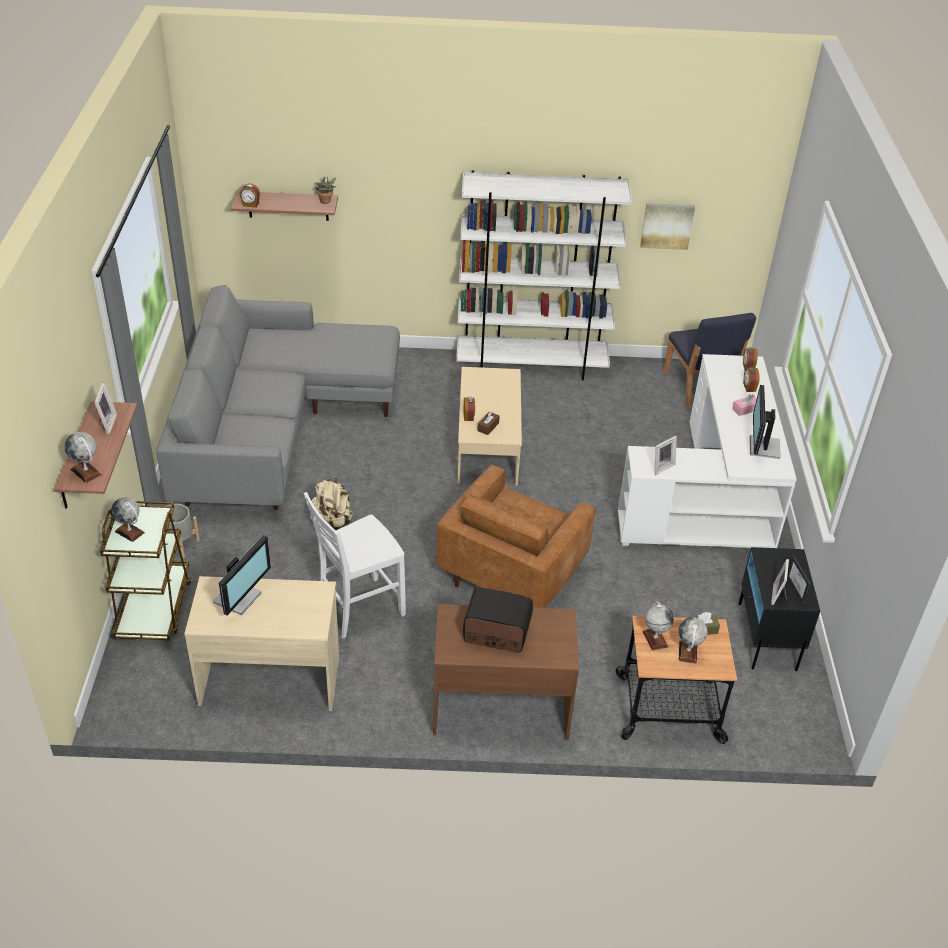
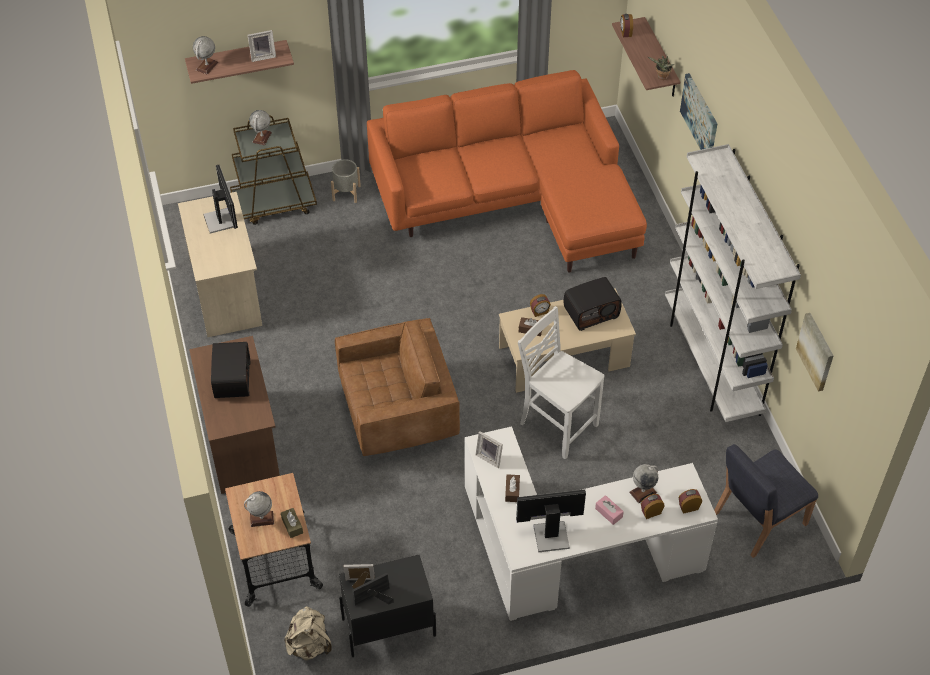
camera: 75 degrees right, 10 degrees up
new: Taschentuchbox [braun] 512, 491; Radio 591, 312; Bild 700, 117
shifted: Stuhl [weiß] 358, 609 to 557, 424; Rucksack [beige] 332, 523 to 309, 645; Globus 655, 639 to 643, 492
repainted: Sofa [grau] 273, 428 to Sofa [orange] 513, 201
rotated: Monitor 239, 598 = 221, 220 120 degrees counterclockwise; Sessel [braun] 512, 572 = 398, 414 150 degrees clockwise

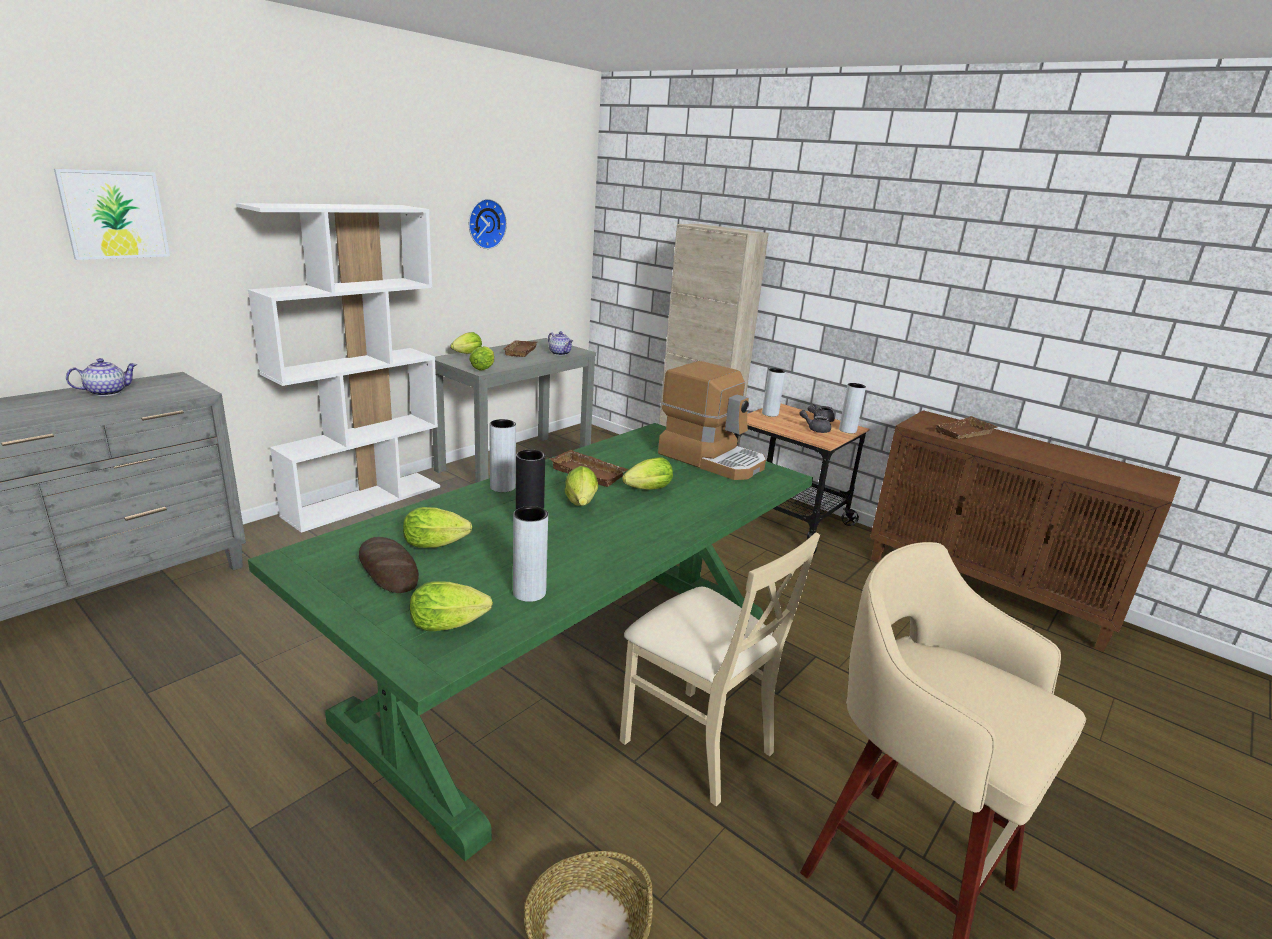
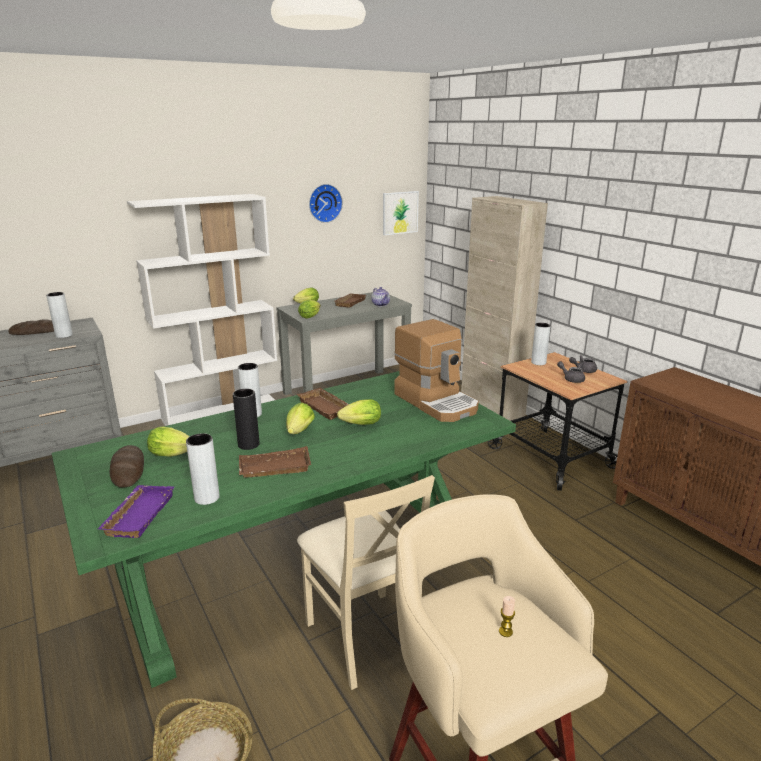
camera: 20 degrees right, 0 degrees up
new: Kerze 505, 631
shifted: Bild 114, 214 to 400, 212; Vase [grau] 847, 430 to 64, 335; Tablett [braun] 965, 433 to 274, 469
swapped: Teekanne 107, 392 to Brot 37, 331; Salatkopf 452, 625 to Tablett [lila] 138, 514

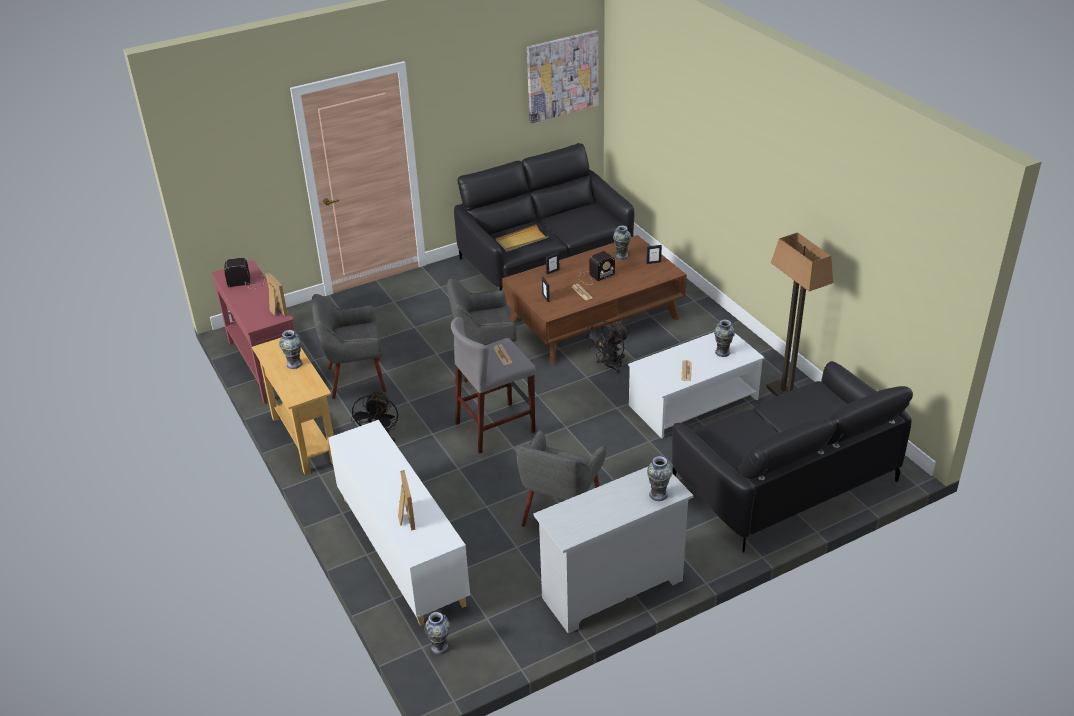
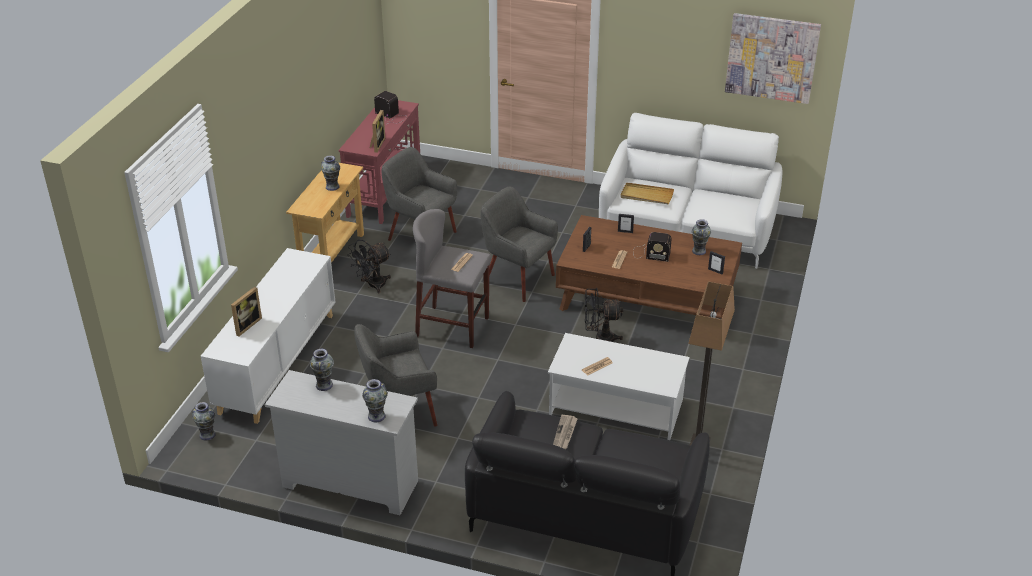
camera: 45 degrees right, 0 degrees up
new: Zeitung 565, 433
shifted: Vase 722, 352 to 324, 385
repainted: Sofa [schwarz] 545, 259 to Sofa [weiß] 687, 229

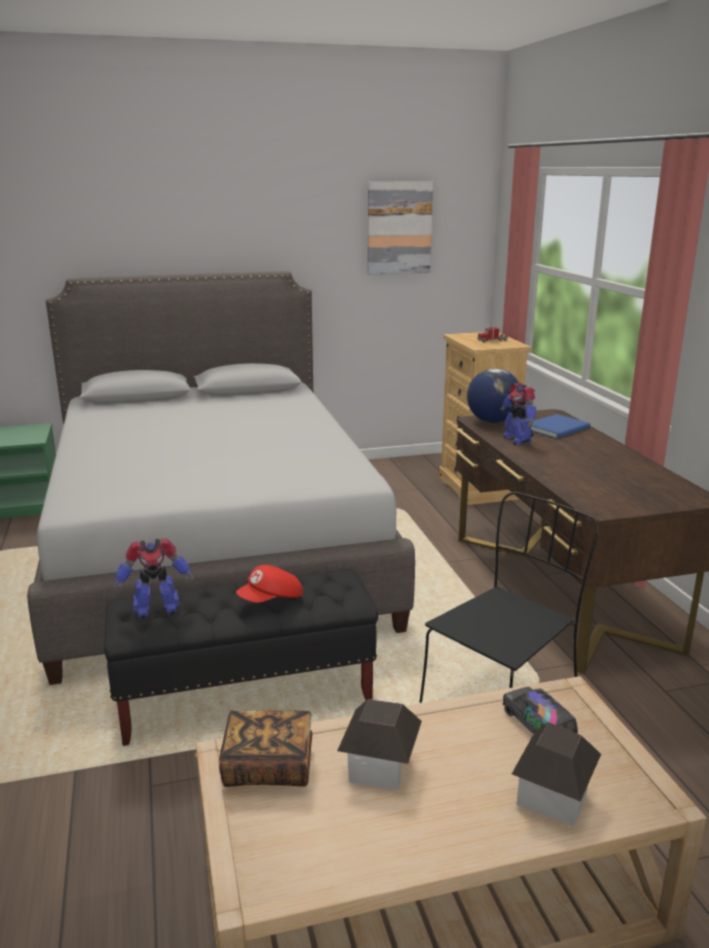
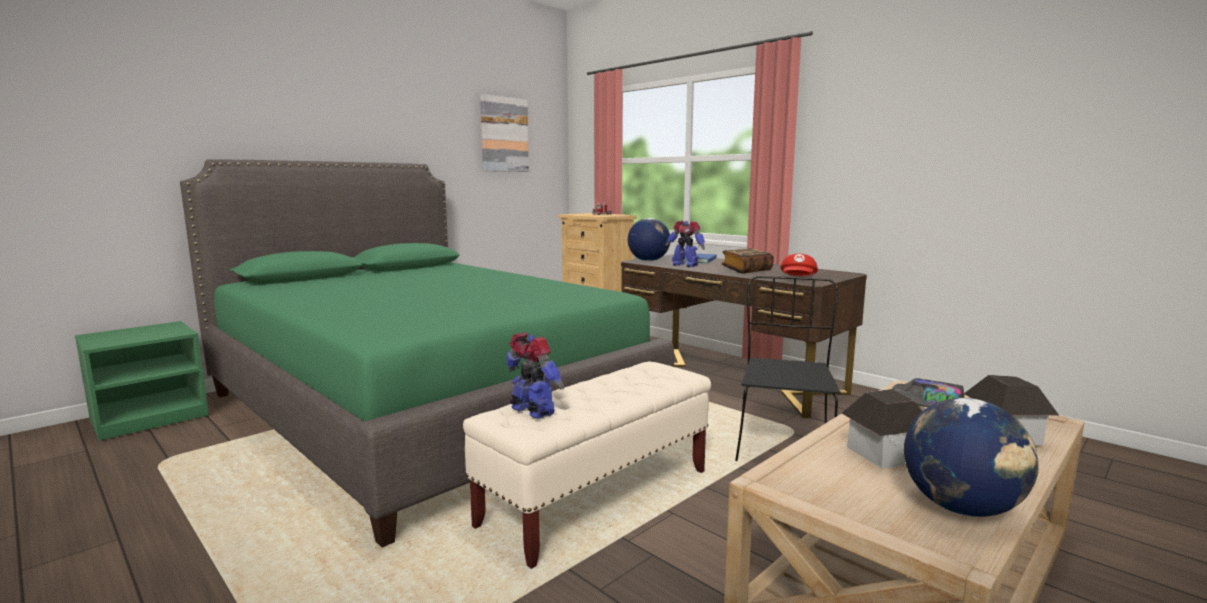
camera: 30 degrees left, 10 degrees down
new: Globus 962, 508
shifted: Buch 268, 766 to 746, 270; Kappe [rot] 271, 600 to 798, 279
repainted: Bett [grau] 213, 548 to Bett [grün] 426, 408; Bank [schwarz] 247, 697 to Bank [beige] 598, 497
rotated: Spielzeugroboter 156, 609 = 532, 412 90 degrees counterclockwise

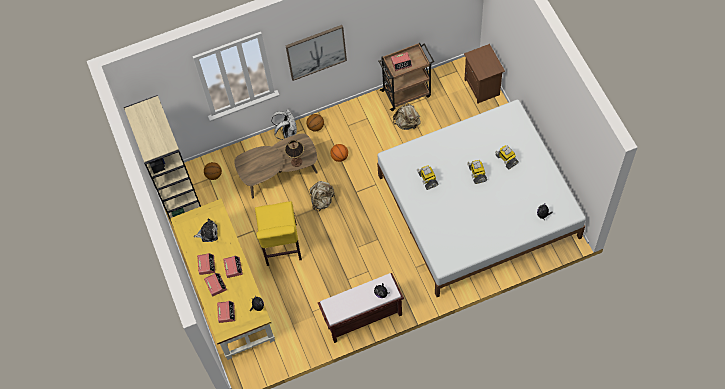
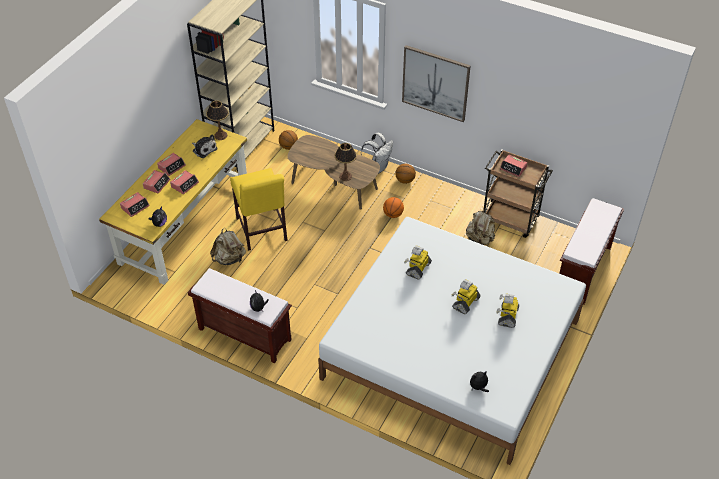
camera: 45 degrees right, 15 degrees down
new: Tischlampe 220, 135
shifted: Rucksack [beige] 322, 200 to 229, 259
swapped: Nachttisch [braun] 482, 87 to Bank [braun] 583, 270
rotated: Stuhl [gelb] 281, 247 = 262, 231 60 degrees counterclockwise

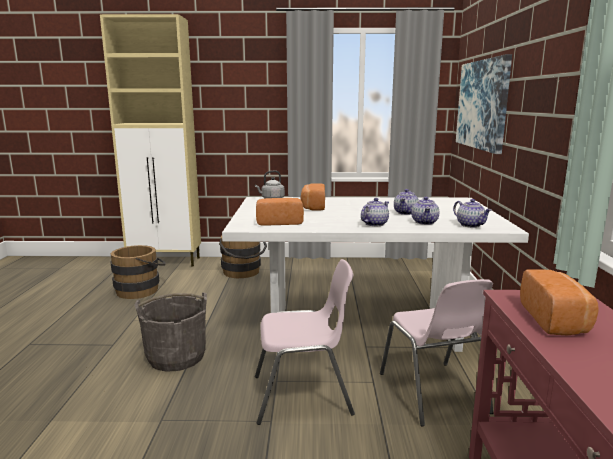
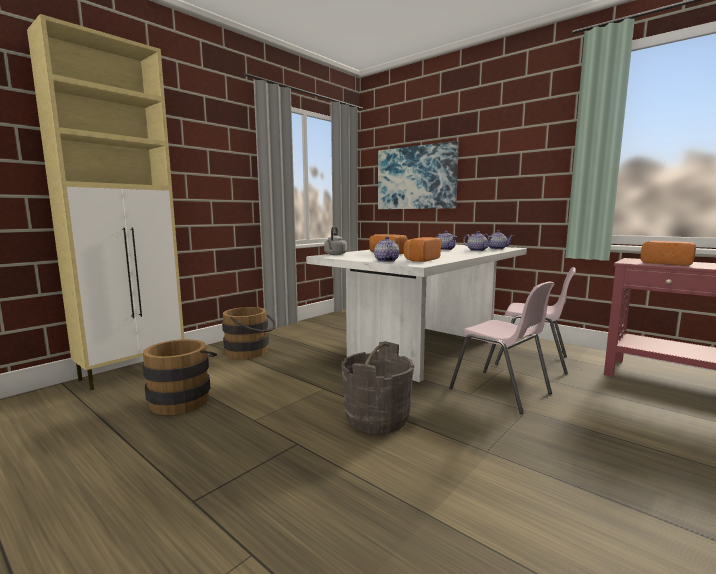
camera: 50 degrees left, 5 degrees down
shifted: Teekanne 374, 224 to 386, 261
rotated: Stuhl [rosa] 303, 396 = 501, 391 105 degrees clockwise

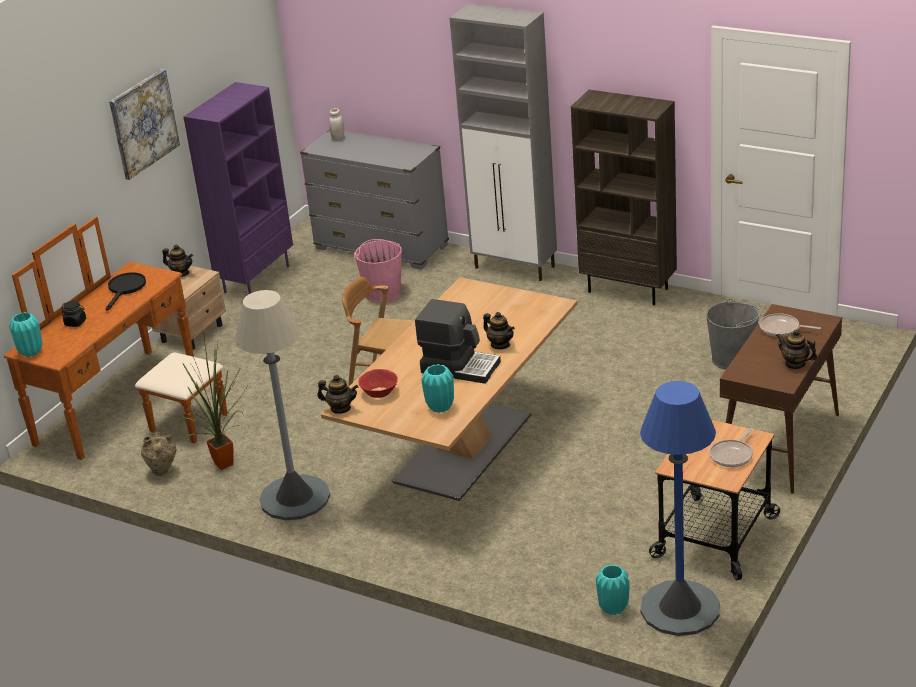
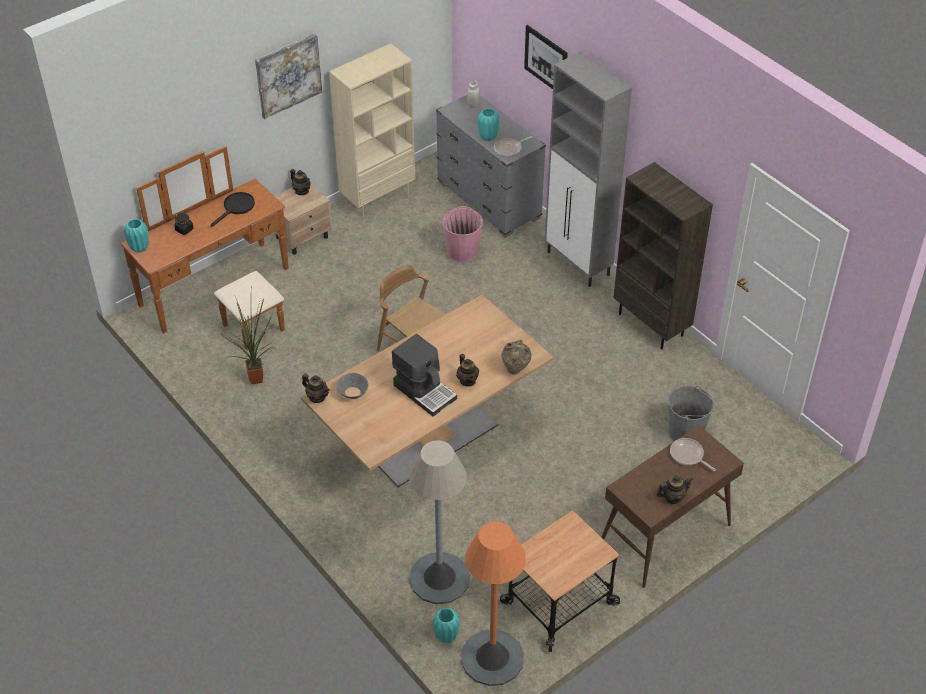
camera: 20 degrees right, 15 degrees up
new: Bild 546, 60
shifted: Vase [beige] 163, 472 to 515, 371; Stehlampe [grau] 295, 498 to 439, 578; Vase [türkis] 440, 407 to 488, 137; Pfanne 732, 455 to 509, 149
repainted: Bücherregal [lila] 256, 279 to Bücherregal [beige] 378, 198; Schüssel [rot] 379, 393 to Schüssel [grau] 353, 393; Stehlampe [blau] 680, 609 to Stehlampe [orange] 492, 658
rotated: Teekanne 795, 364 = 673, 497 105 degrees clockwise

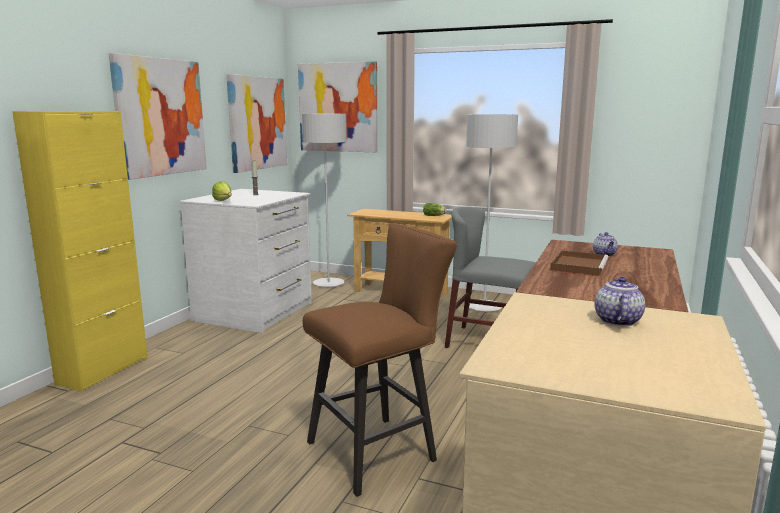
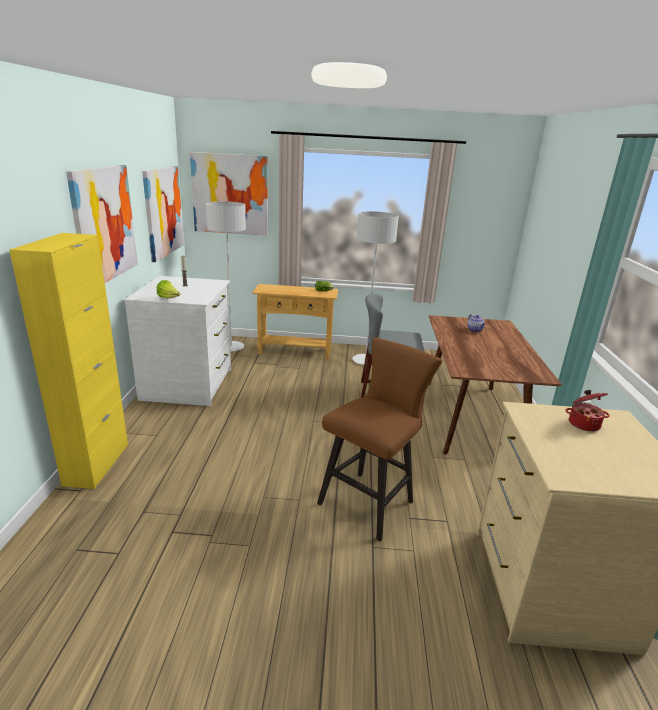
camera: 20 degrees left, 10 degrees up
gone: Tablett [braun] 578, 266
swapped: Teekanne 616, 320 to Kochtopf 583, 424

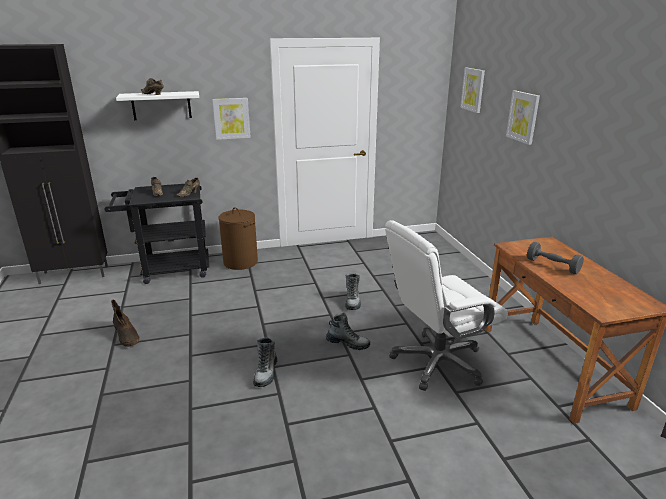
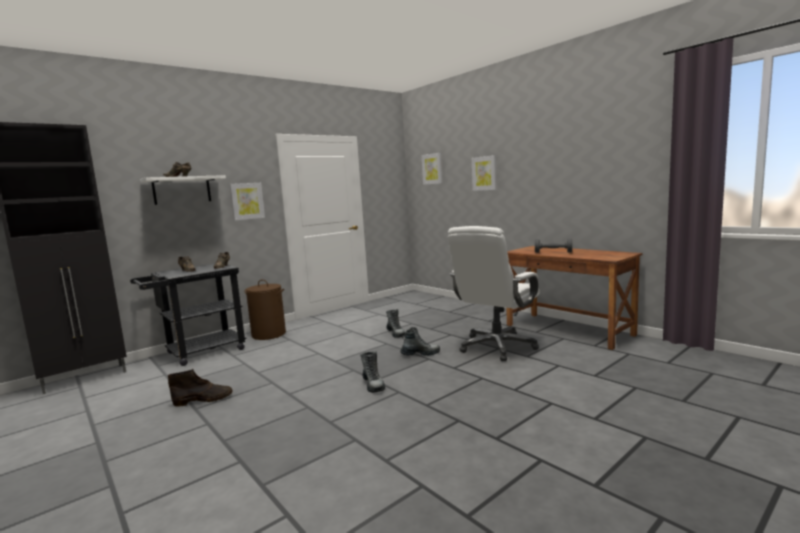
camera: 25 degrees left, 15 degrees down
rotated: Stiefel [braun] 127, 335 = 204, 399 45 degrees counterclockwise

